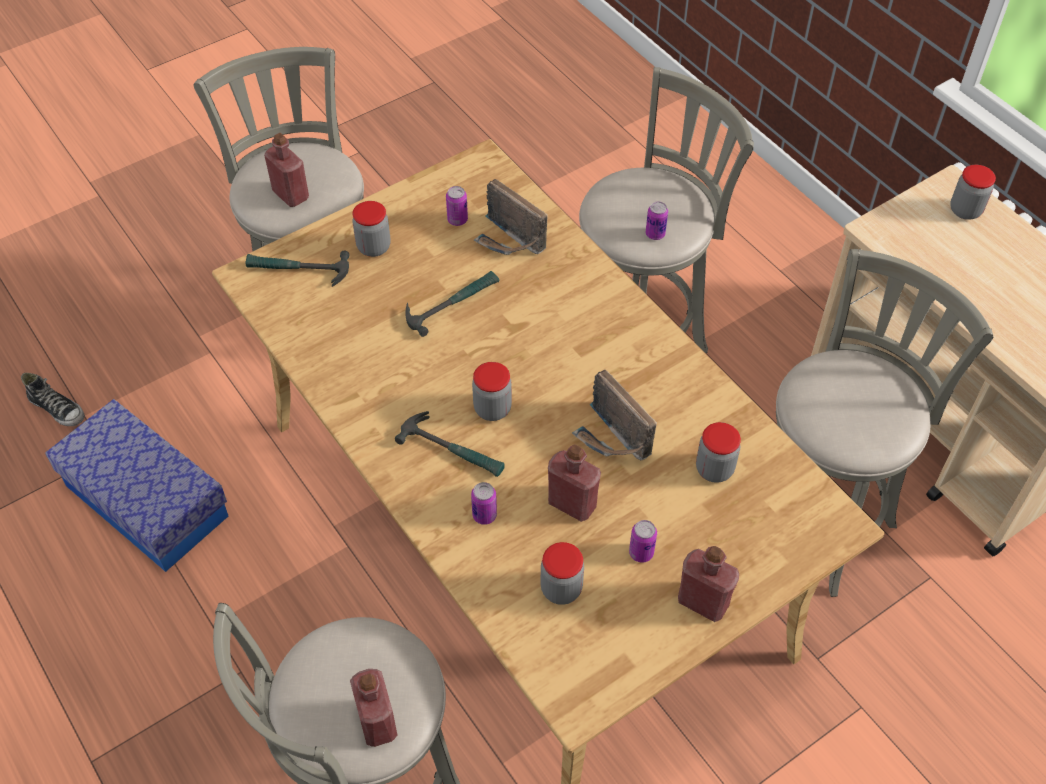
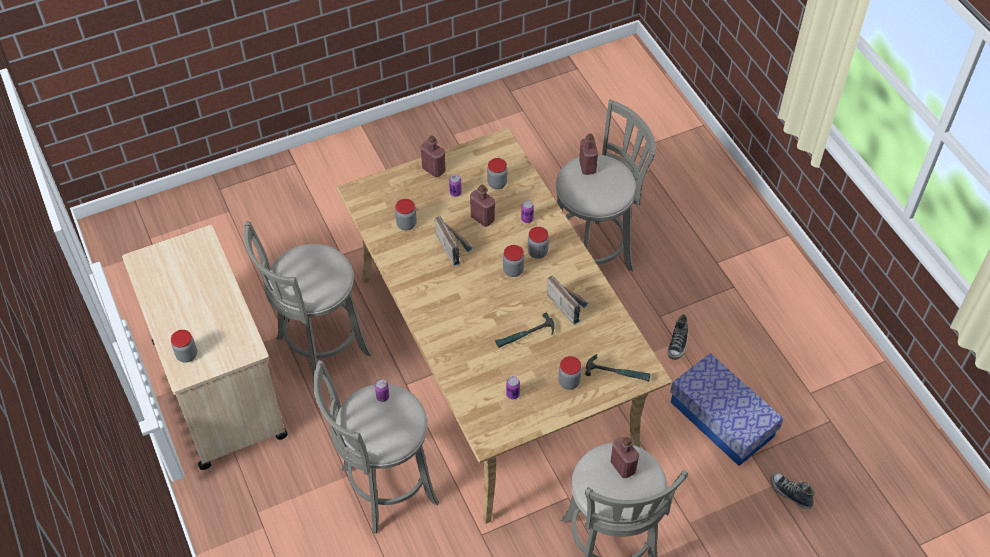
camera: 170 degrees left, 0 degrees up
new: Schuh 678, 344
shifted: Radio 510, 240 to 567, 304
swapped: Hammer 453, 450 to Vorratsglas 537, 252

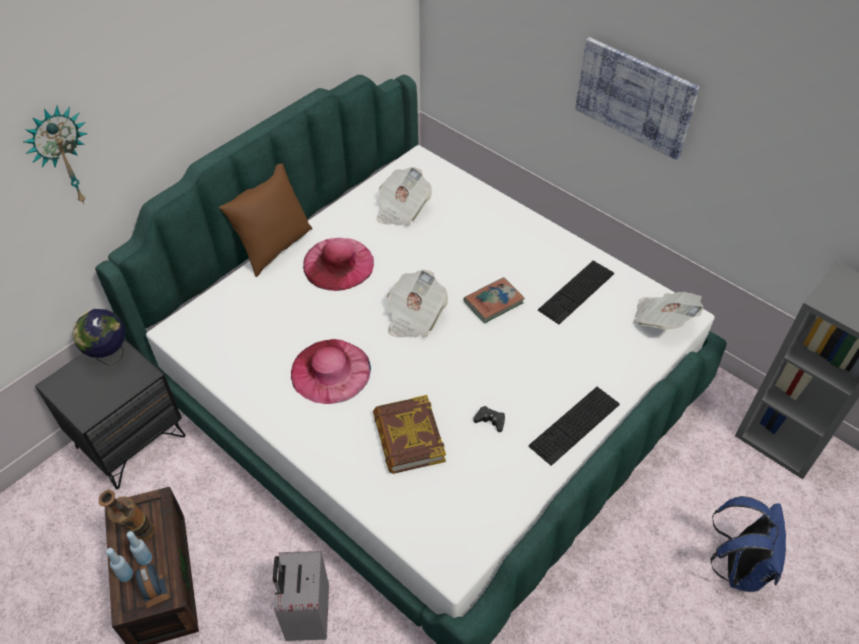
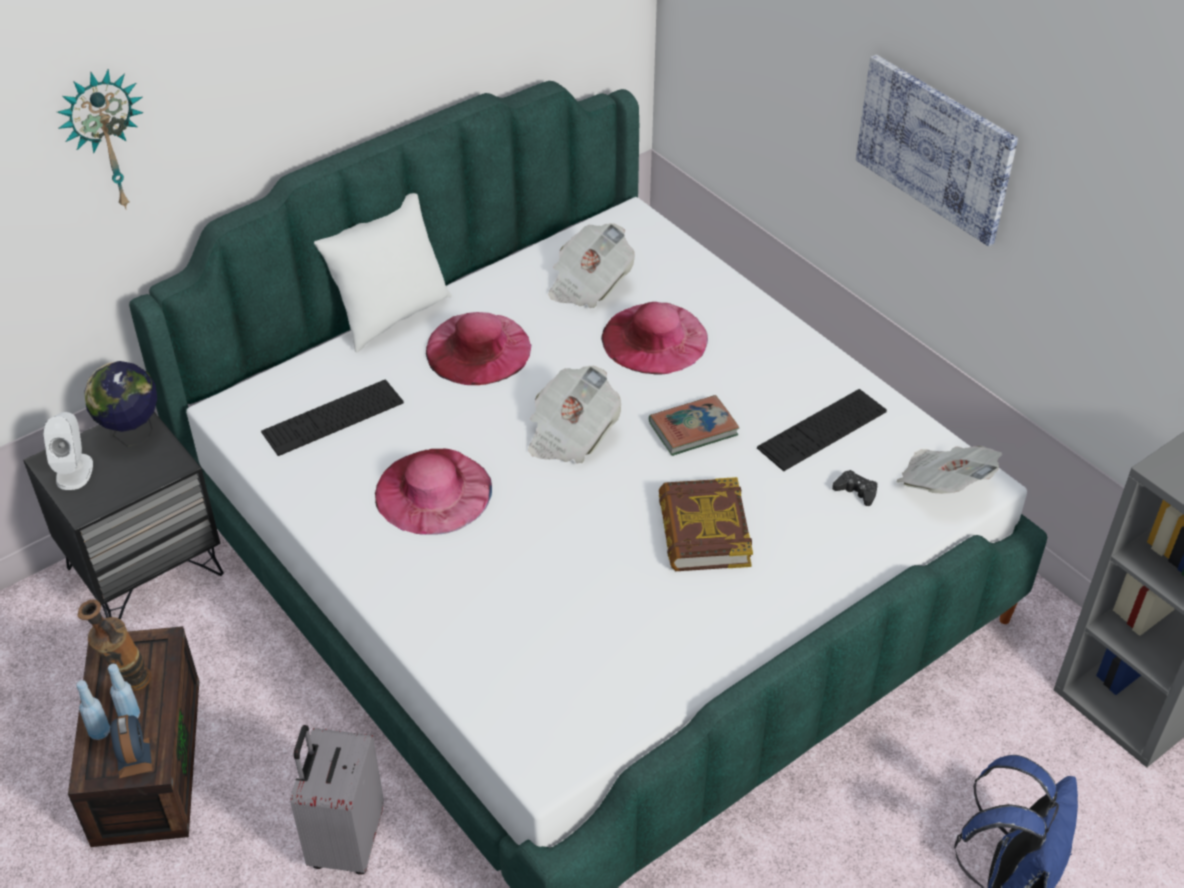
camera: 10 degrees right, 5 degrees down
new: Lautsprecher [weiß] 74, 471; Hut [rosa] 654, 338
shifted: Buch 408, 438 to 703, 531; Gamepad [schwarz] 490, 421 to 856, 491; Tastatur 574, 425 to 333, 417
repainted: Kissen [braun] 274, 247 to Kissen [weiß] 391, 316

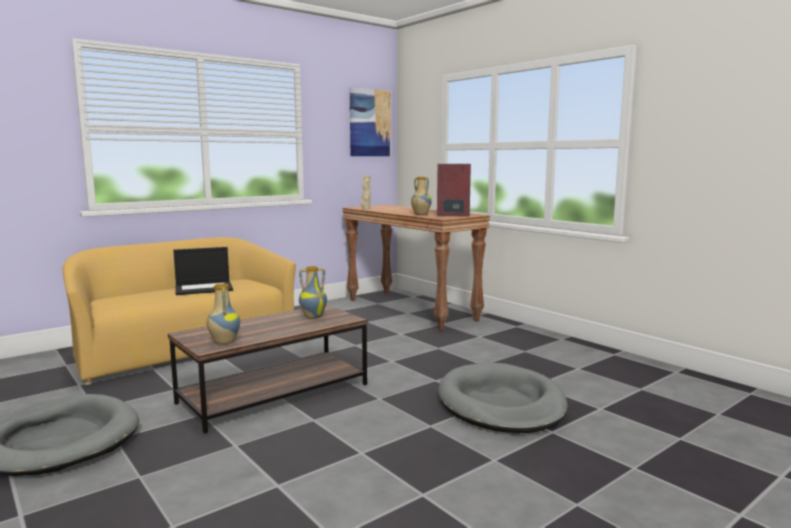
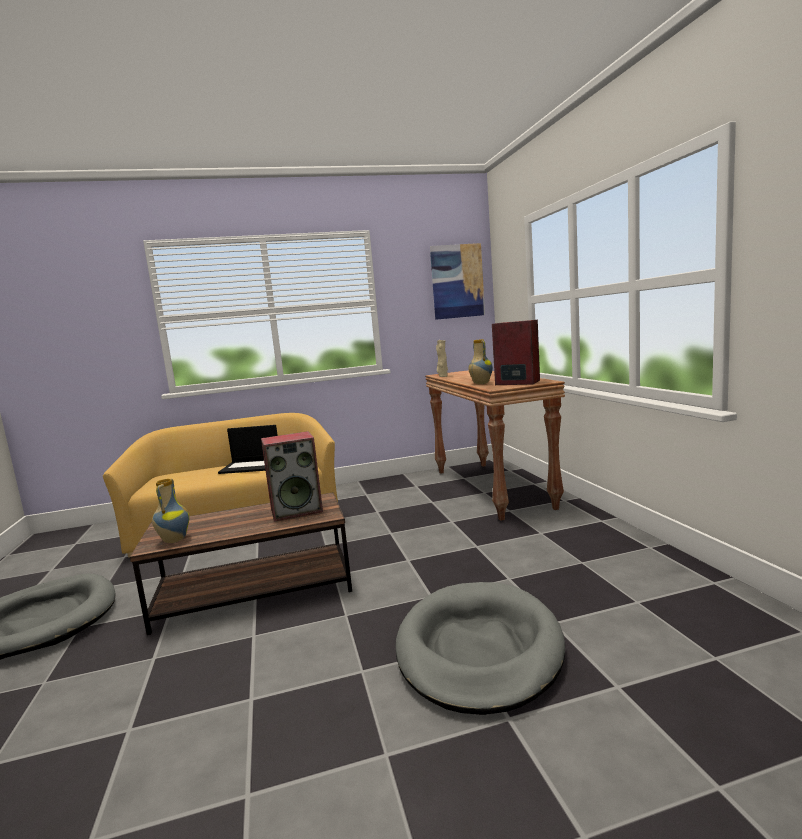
camera: 25 degrees right, 0 degrees up
swapped: Vase 313, 317 to Lautsprecher 297, 510

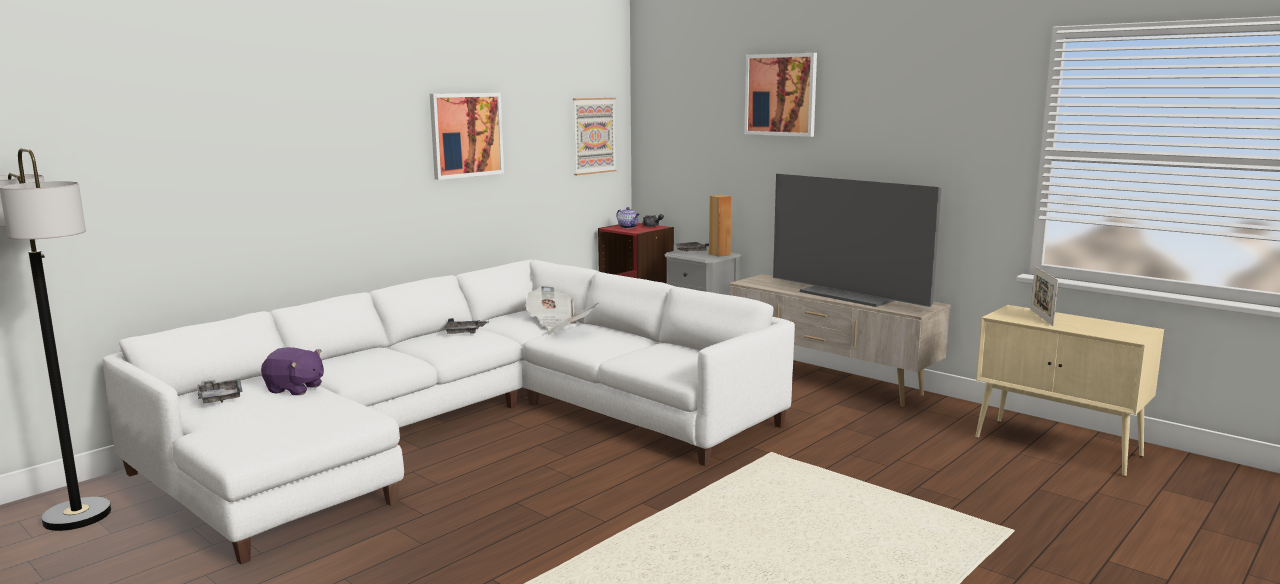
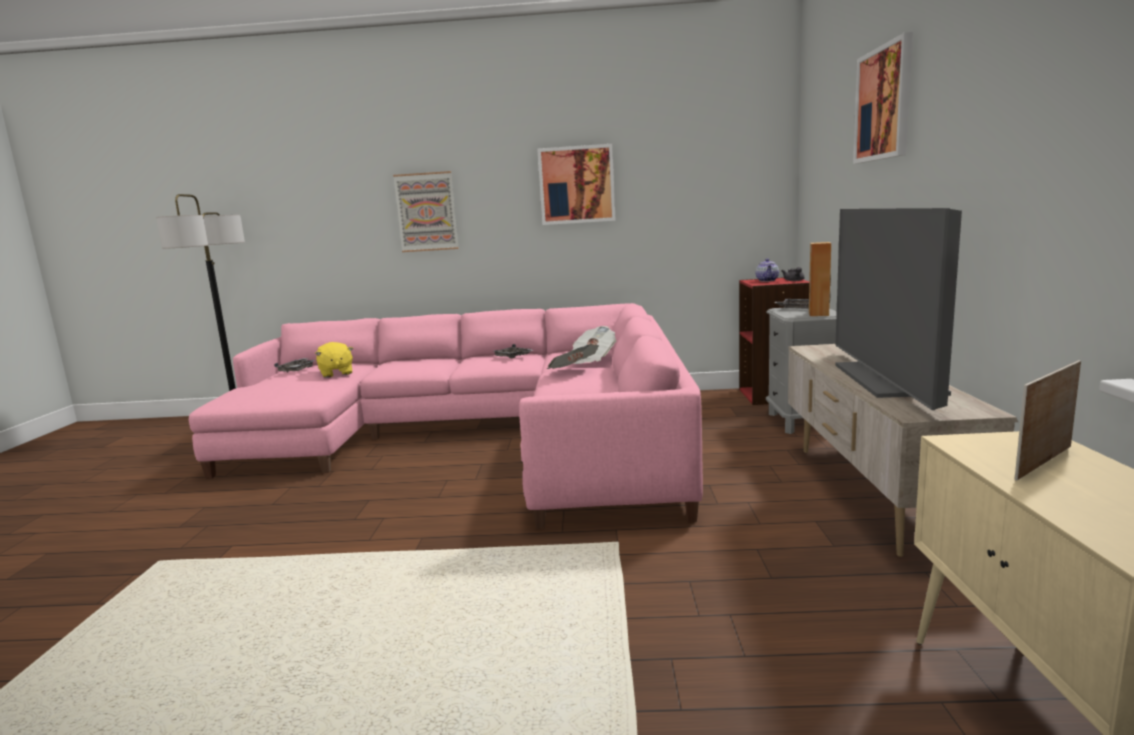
camera: 50 degrees right, 0 degrees up
shifted: Bild 593, 135 to 426, 212
repainted: Sofa [weiß] 468, 426 to Sofa [rosa] 480, 436; Plüschtier [lila] 295, 389 to Plüschtier [gelb] 336, 373

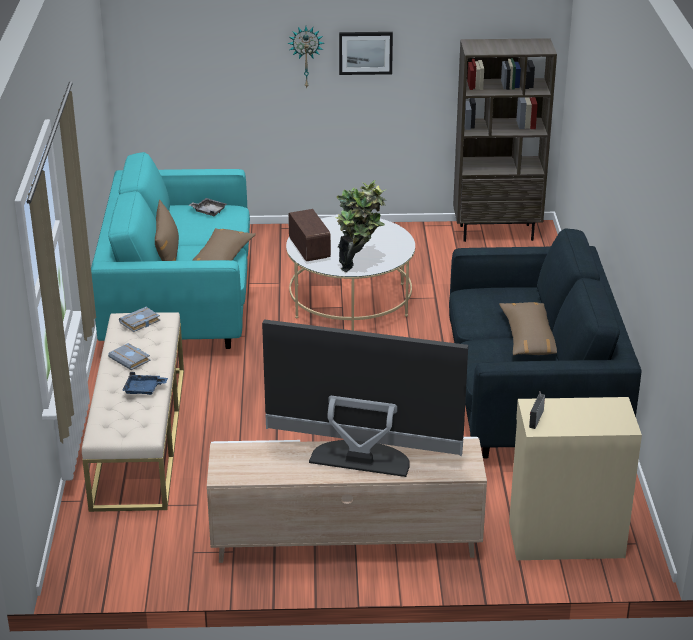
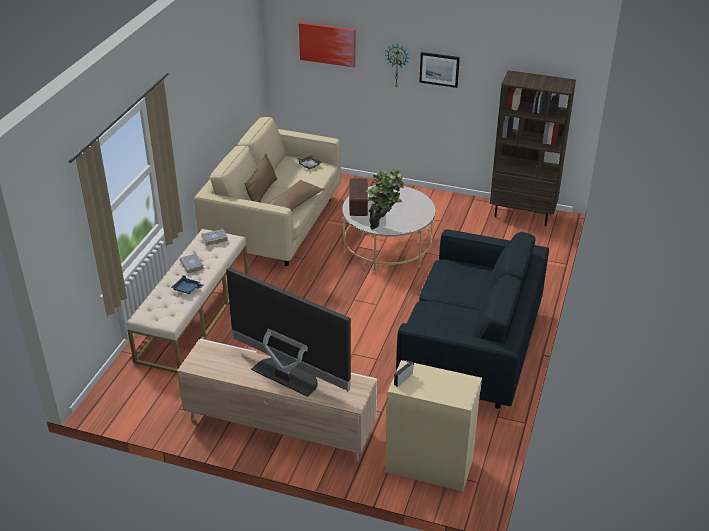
camera: 20 degrees right, 5 degrees up
gone: Kissen [braun] 529, 337
new: Bild 327, 44
repainted: Sofa [türkis] 180, 303 to Sofa [beige] 275, 225

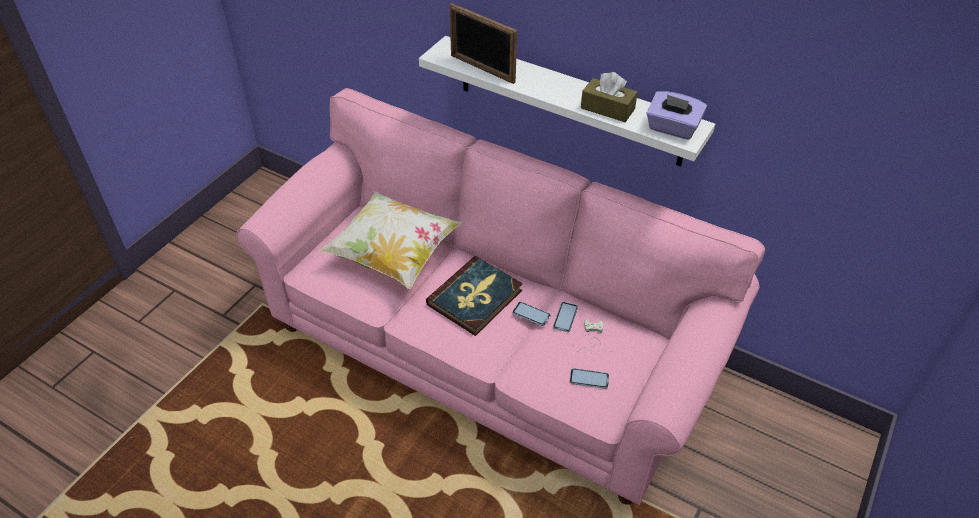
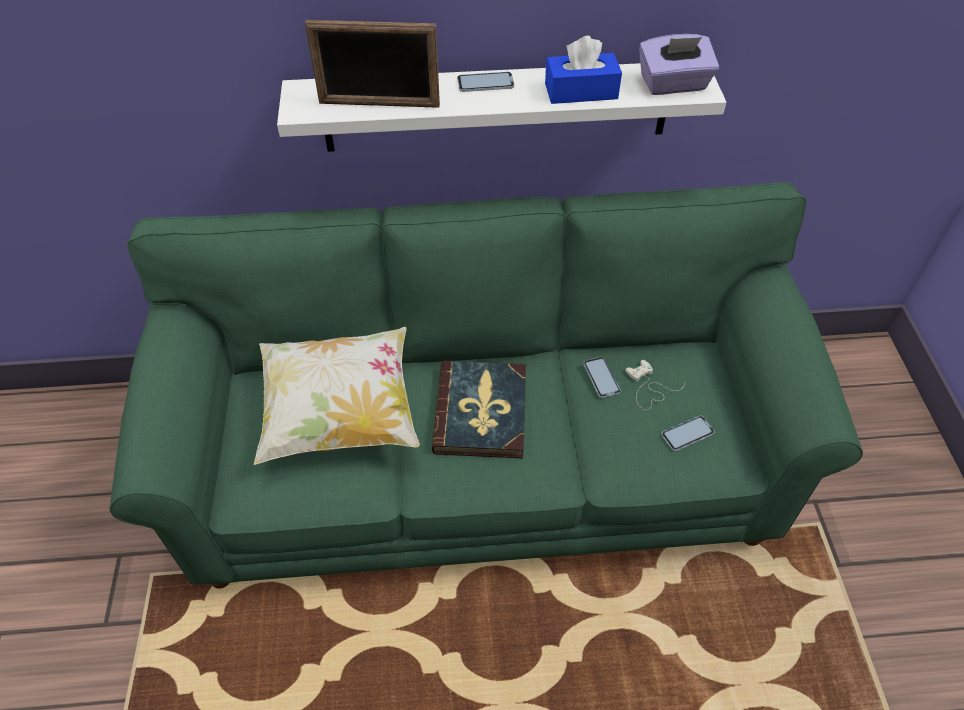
camera: 35 degrees left, 5 degrees up
shifted: Handy 531, 314 to 485, 83
repainted: Sofa [rosa] 489, 351 to Sofa [grün] 482, 464; Taschentuchbox [braun] 607, 108 to Taschentuchbox [blau] 581, 91

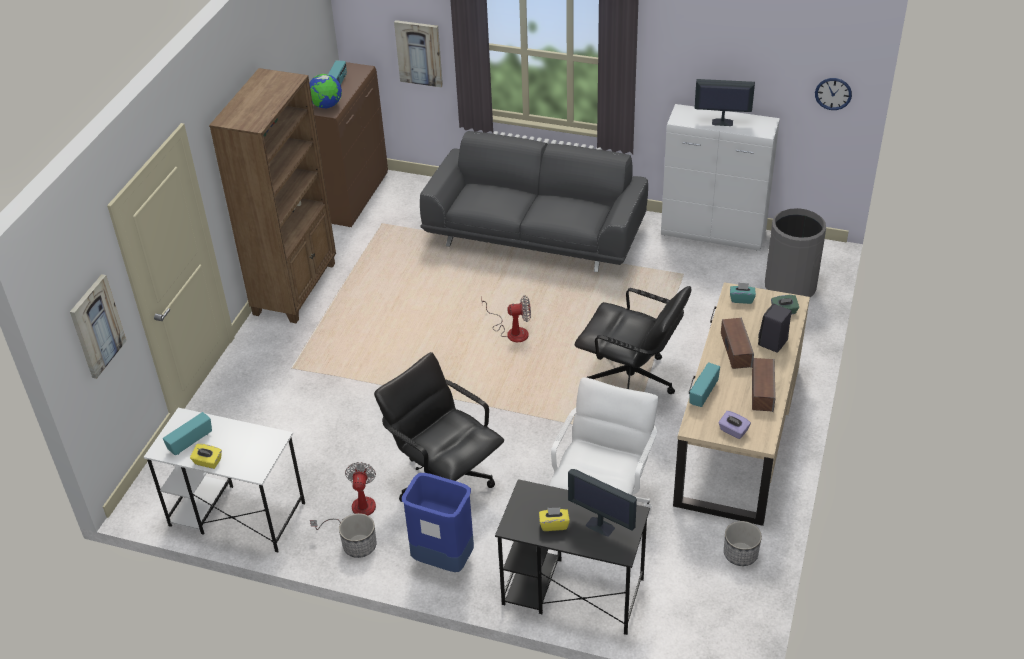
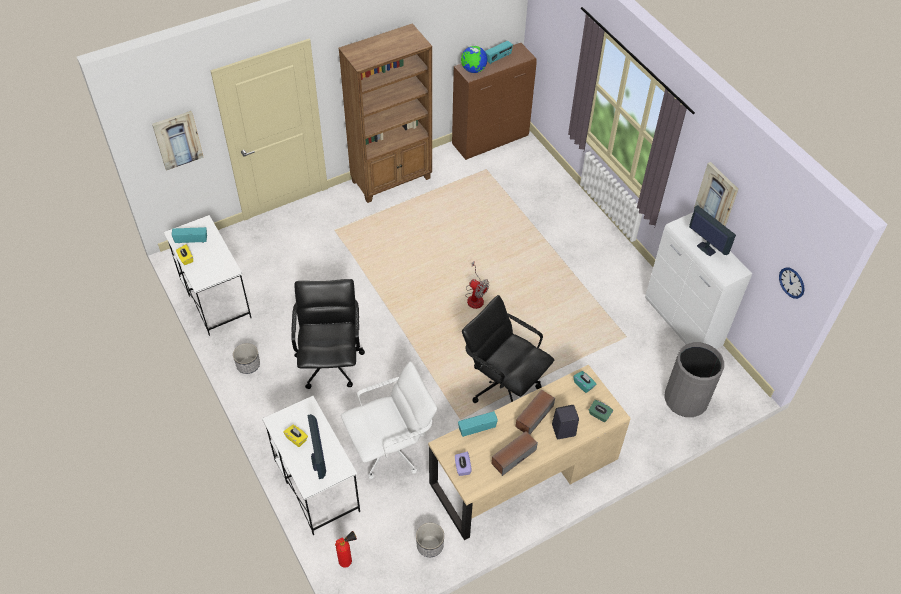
camera: 40 degrees right, 10 degrees up
gone: Ventilator 355, 511; Mülleimer [blau] 443, 559; Sofa [grau] 536, 235
new: Feuerlöscher 348, 560
shifted: Bild 419, 53 to 716, 198
repainted: Schreibtisch [schwarz] 571, 591 to Schreibtisch [weiß] 316, 484
rotated: Bürostuhl [schwarz] 631, 382 = 503, 384 150 degrees clockwise

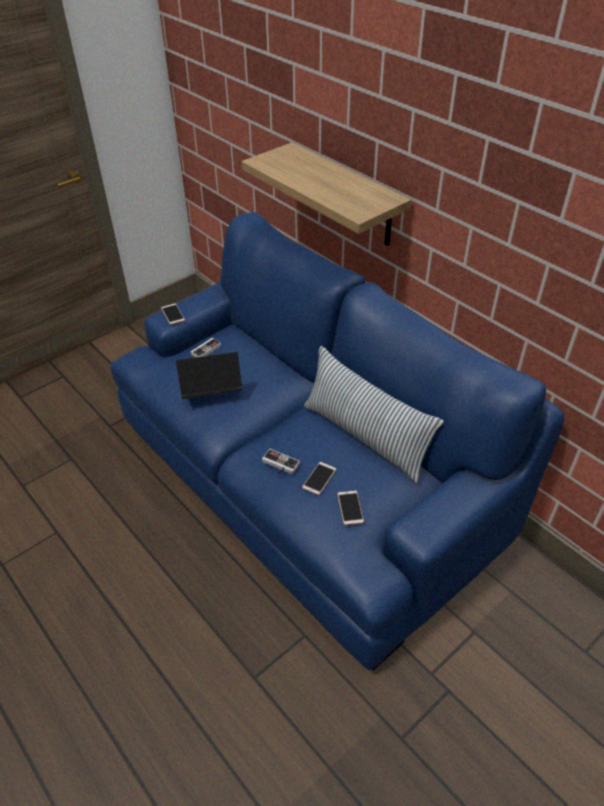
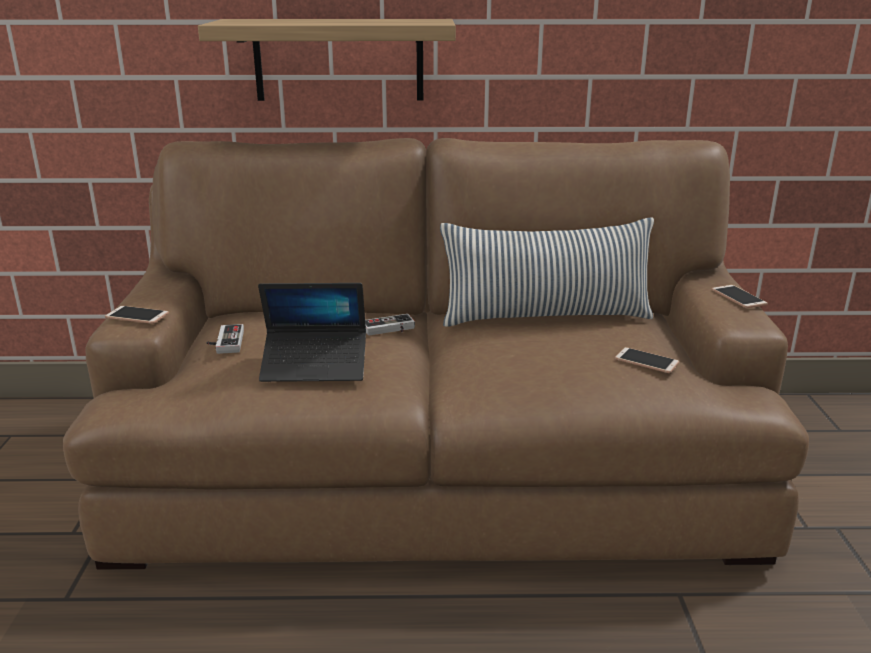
camera: 50 degrees left, 20 degrees down
shifted: Gamepad 279, 465 to 389, 330; Handy 319, 479 to 738, 297
repainted: Sofa [blau] 304, 477 to Sofa [braun] 436, 474
rotated: Laptop 211, 392 = 315, 366 120 degrees counterclockwise

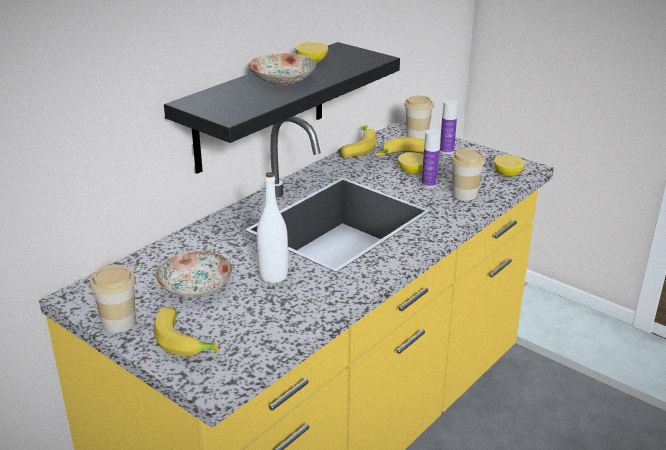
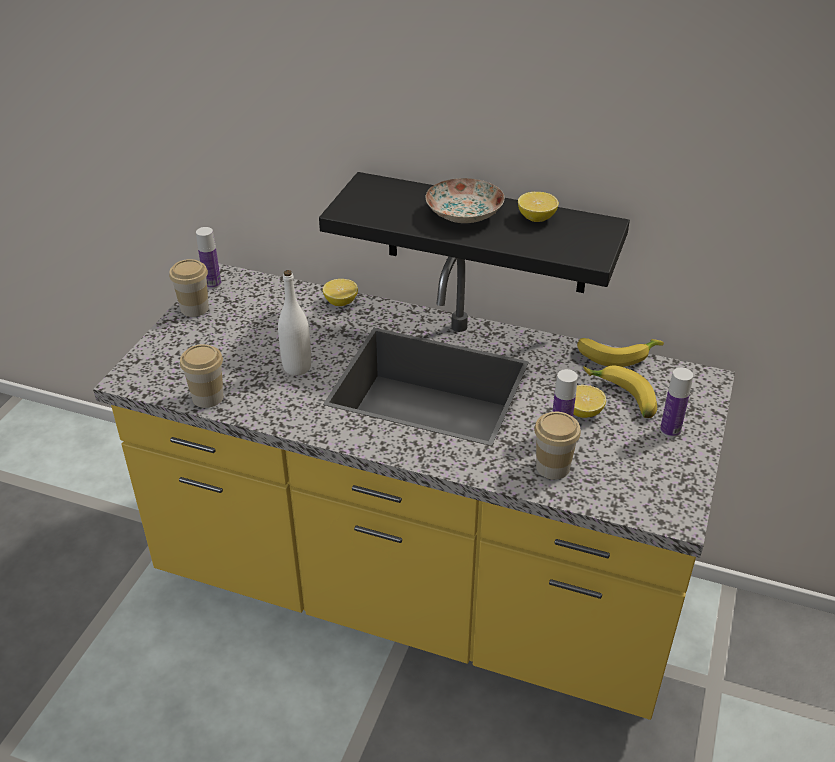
camera: 70 degrees right, 10 degrees up
gone: Banane 186, 340; Teller 196, 287
new: Flasche 212, 284
shifted: Tasse 417, 136 to 207, 397; Zitrone 507, 174 to 341, 302

